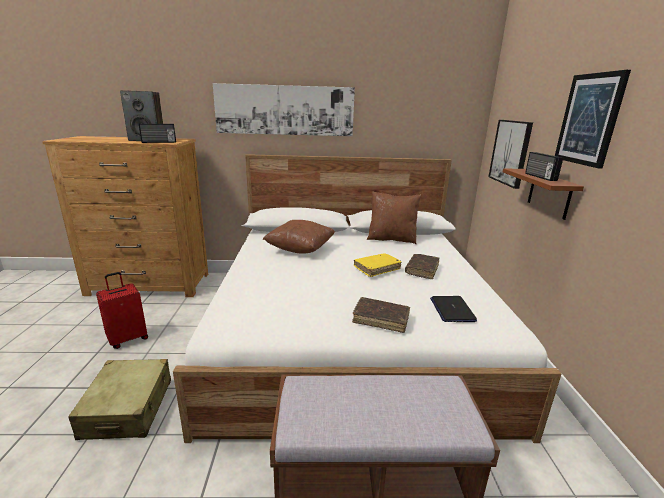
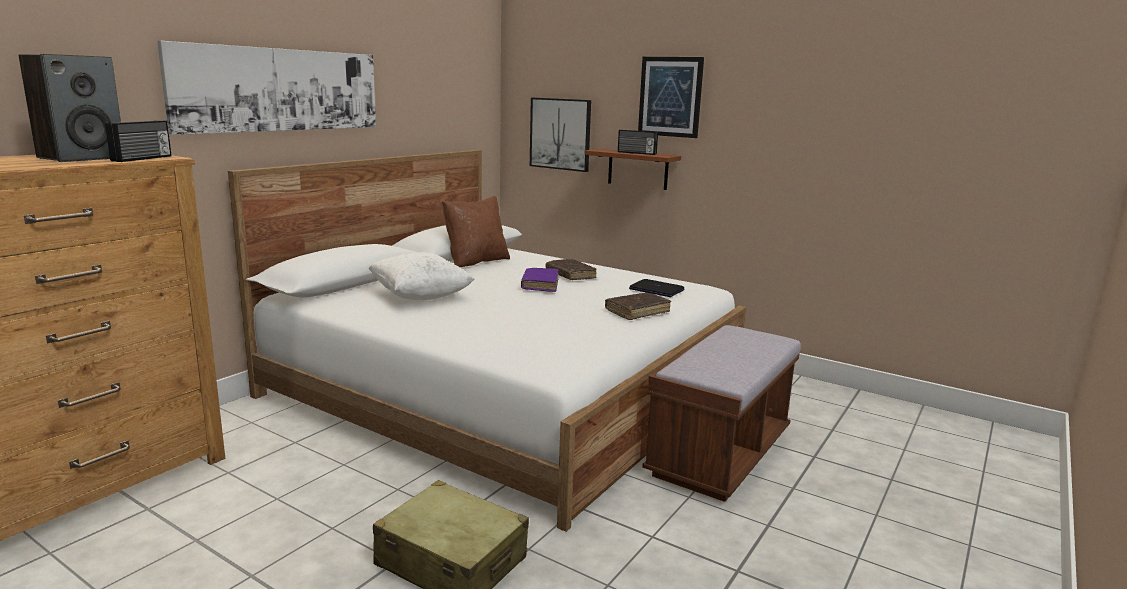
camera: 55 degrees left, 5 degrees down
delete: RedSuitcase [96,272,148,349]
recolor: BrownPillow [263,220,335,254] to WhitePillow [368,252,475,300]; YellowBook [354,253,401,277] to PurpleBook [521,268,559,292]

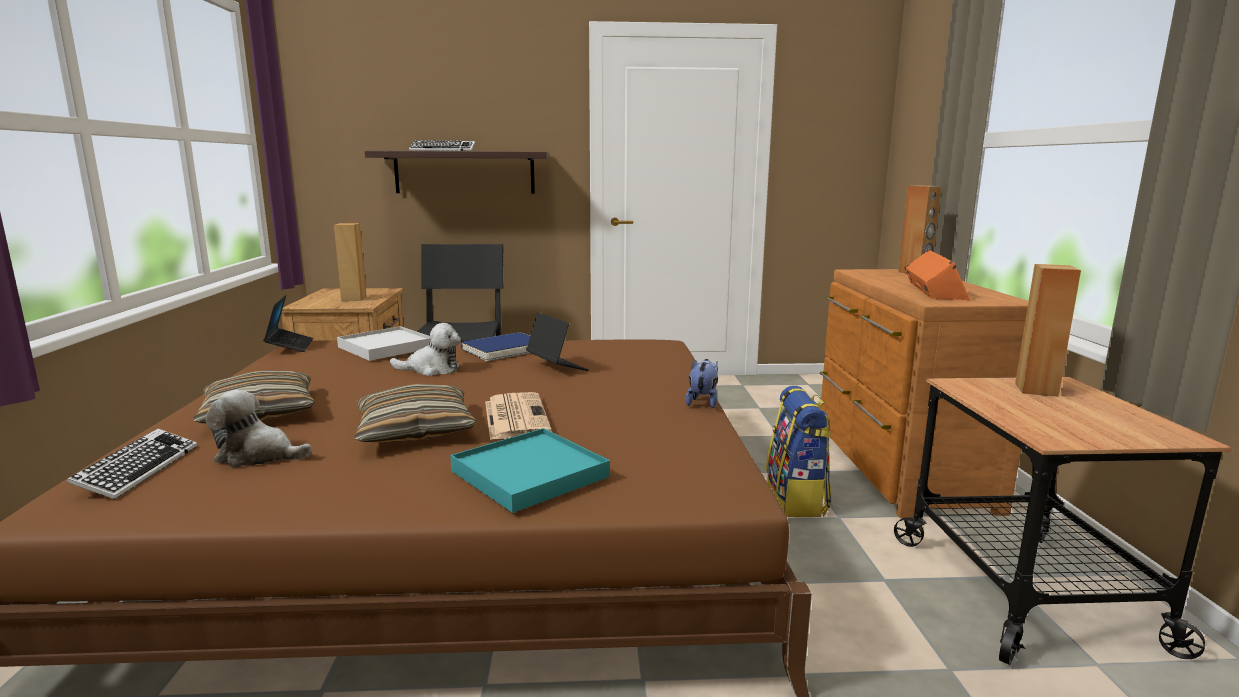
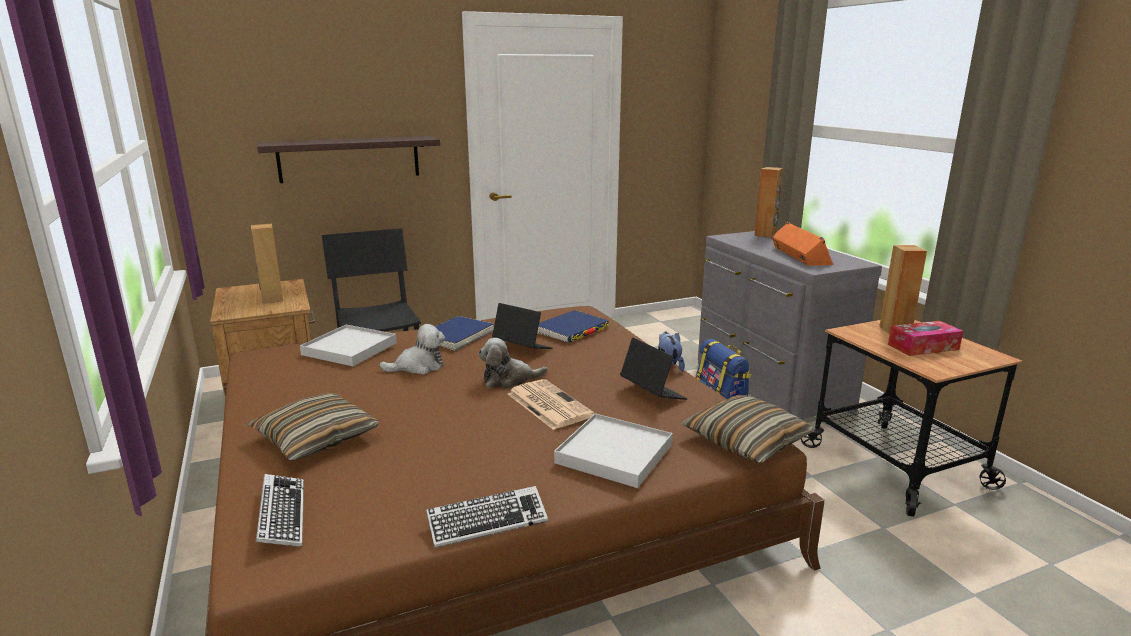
camera: 20 degrees left, 5 degrees up
insert: BlueBook [537,310,609,343]; TissueBox [888,321,963,356]
move: PlushToy [205,390,312,468] to [478,338,548,388]; Laptop [263,295,313,352] to [620,338,687,400]; Pillow [355,384,477,443] to [681,395,815,463]; Keyboard [409,140,475,151] to [426,486,548,548]
recolor: TurquoiseTray [450,428,610,513] to WhiteTray [554,413,673,488]; BrownDresser [820,269,1028,518] to GreyDresser [698,231,882,420]

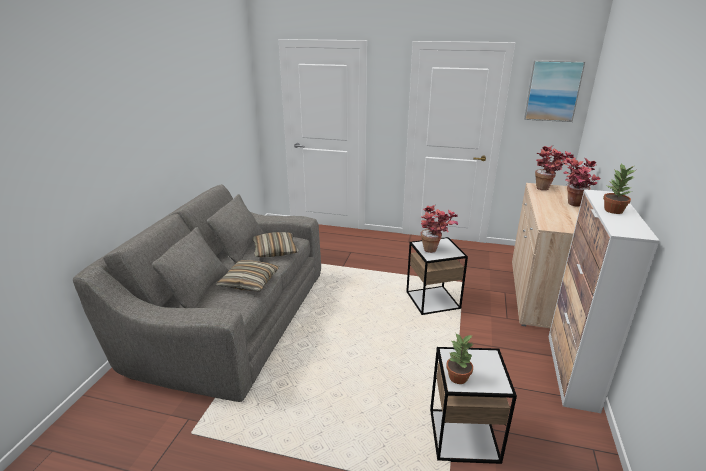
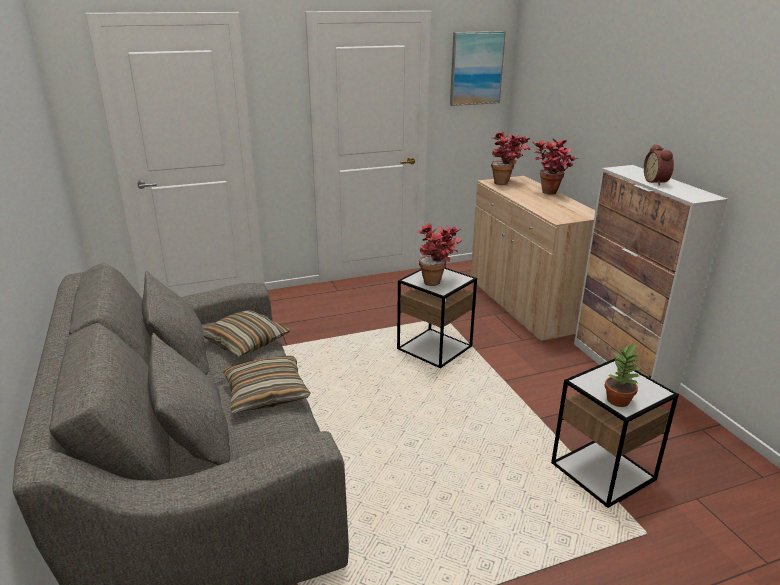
camera: 35 degrees left, 0 degrees up
replace: PottedPlant [603,163,636,214] to AlarmClock [644,144,674,186]

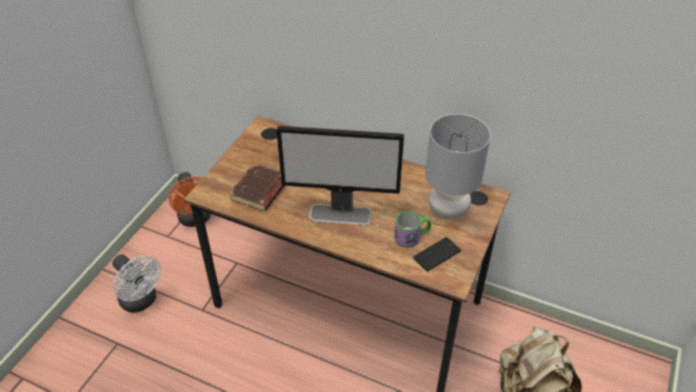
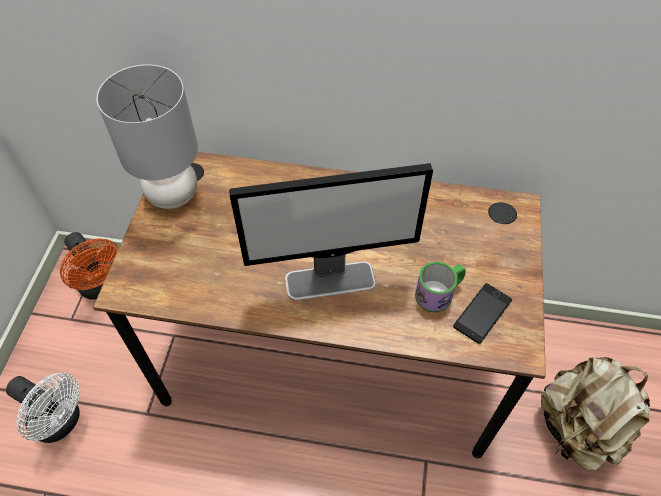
camera: 15 degrees left, 10 degrees up
delete: BrownBook [229,164,284,211]
move: GreyTableLamp [425,114,491,220] to [96,64,198,209]

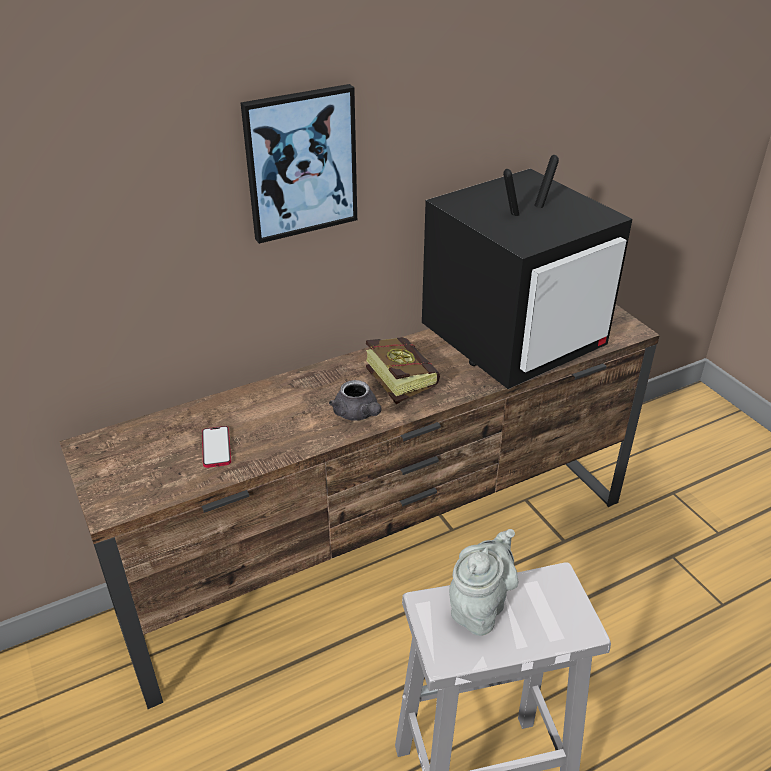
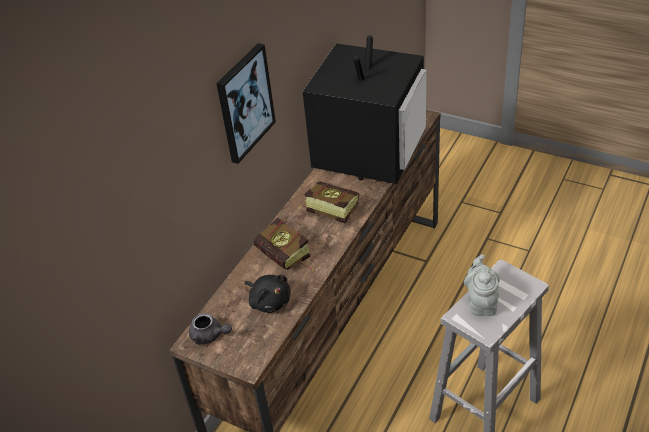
camera: 30 degrees left, 5 degrees up
insert: Book [254,218,314,271]
move: GreyTeapot [329,380,381,421] to [189,313,232,345]
replace: Phone [202,426,231,468] to BlackPlushToy [245,275,291,313]

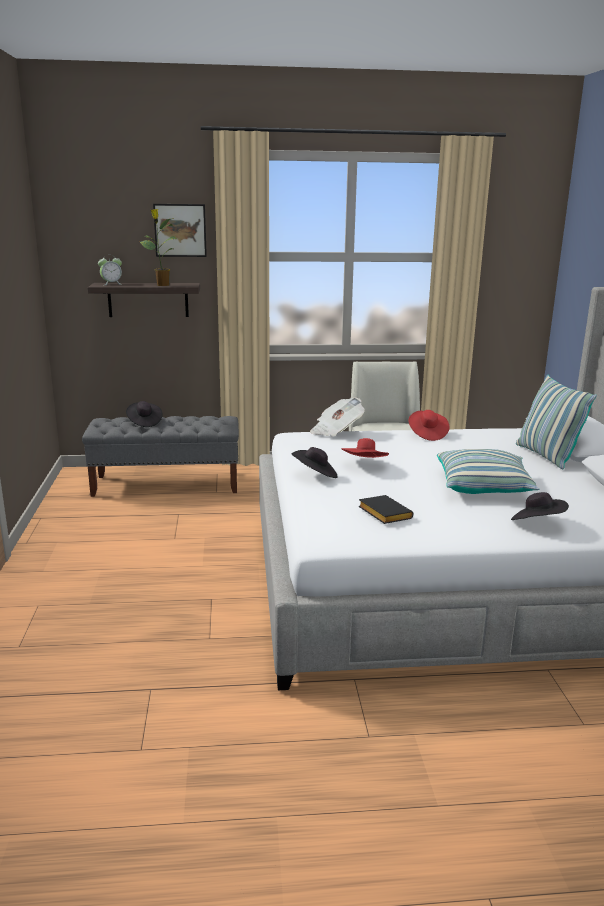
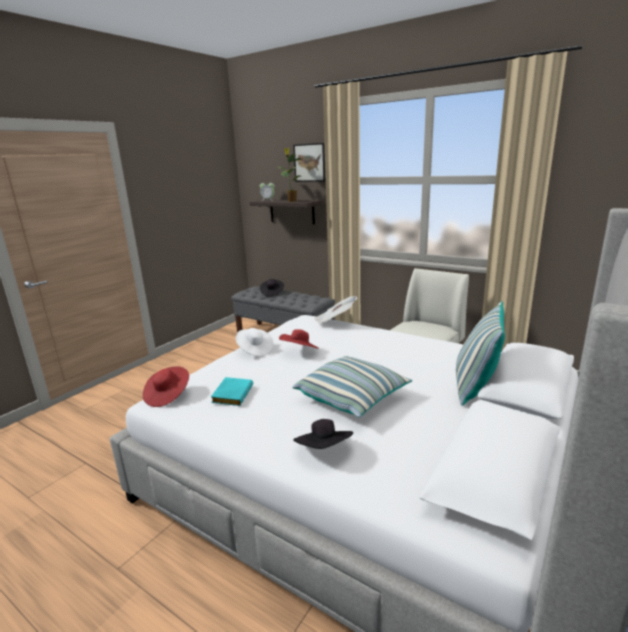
camera: 40 degrees right, 0 degrees up
move: RedHat [408,410,450,441] to [143,366,189,407]
recolor: BlackHat [292,447,338,478] to WhiteHat [236,328,273,357]; BlackBook [358,495,413,524] to TurquoiseBook [211,377,253,406]

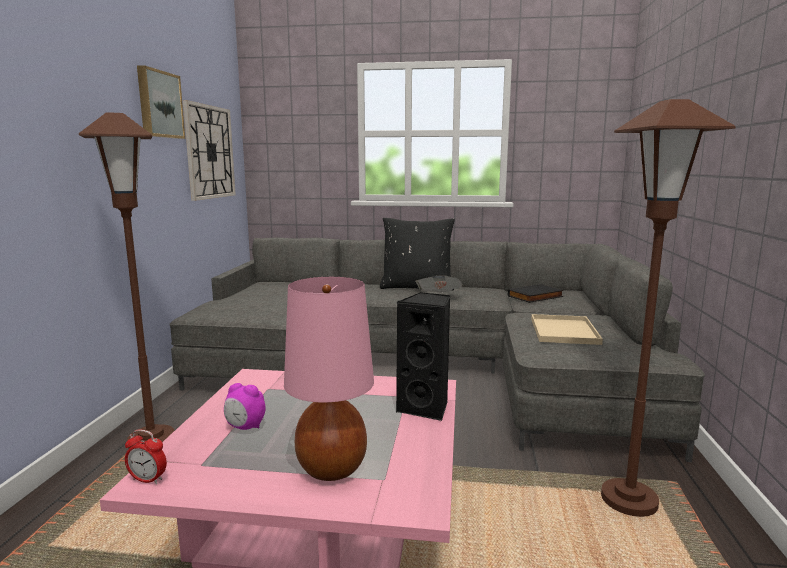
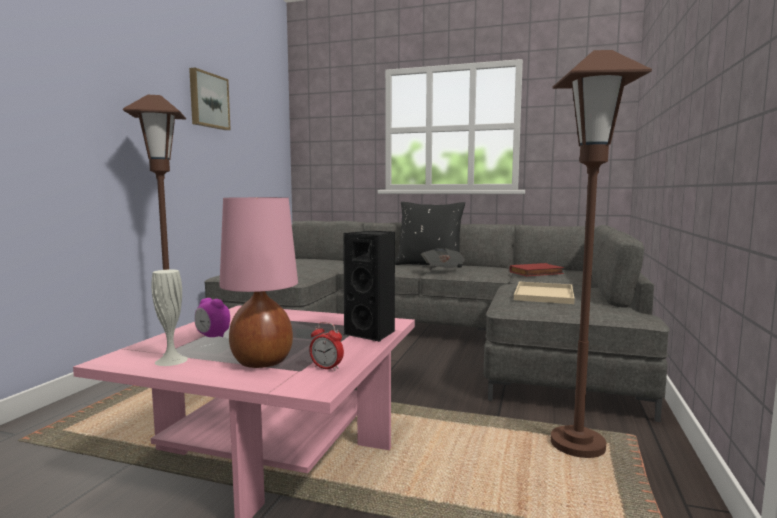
camera: 10 degrees right, 5 degrees down
delete: WallClock [183,100,236,201]
insert: WhiteVase [152,270,188,366]
move: AlarmClock [125,429,167,484] to [309,322,344,371]
recolor: BlackBook [508,284,564,303] to RedBook [510,263,564,276]

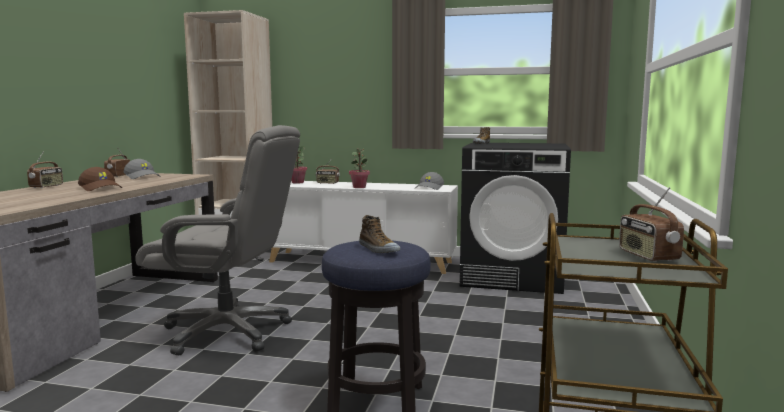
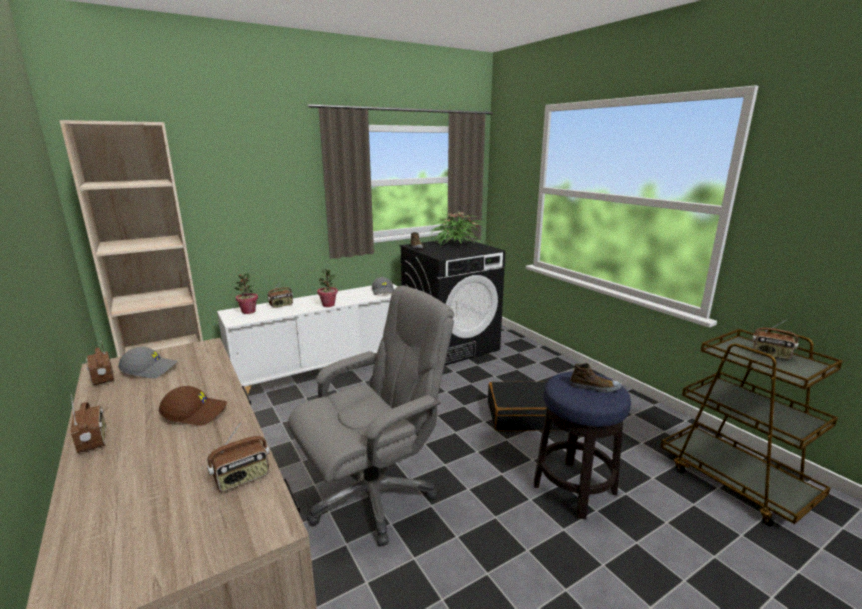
camera: 45 degrees left, 10 degrees up
insert: Radio [207,421,269,492]; PottedPlant [430,211,484,246]; BlackSuitcase [488,381,562,431]

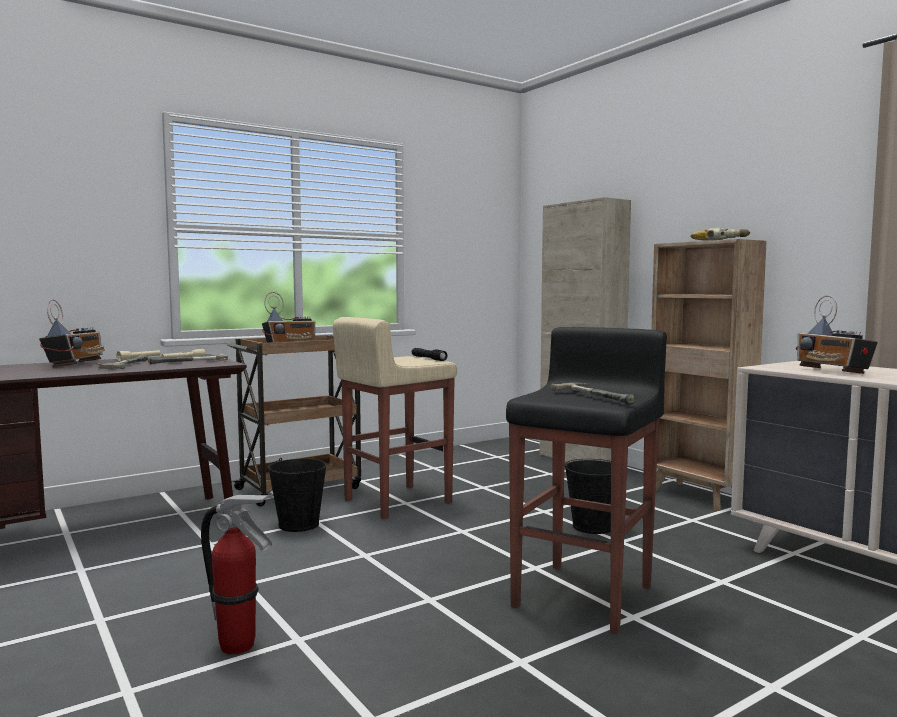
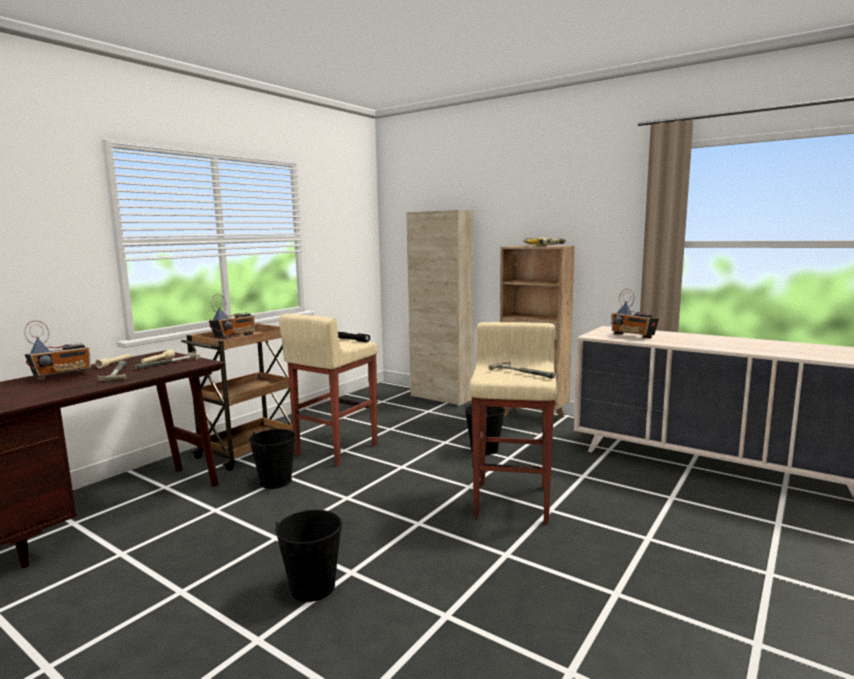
camera: 20 degrees left, 5 degrees up
replace: FireExtinguisher [201,494,273,655] to BlackBucket [275,510,342,602]
recolor: BlackStool [506,327,667,634] to BeigeStool [470,322,557,524]
rotate: Radio [39,300,105,367] = [24,320,91,380] 60 degrees clockwise

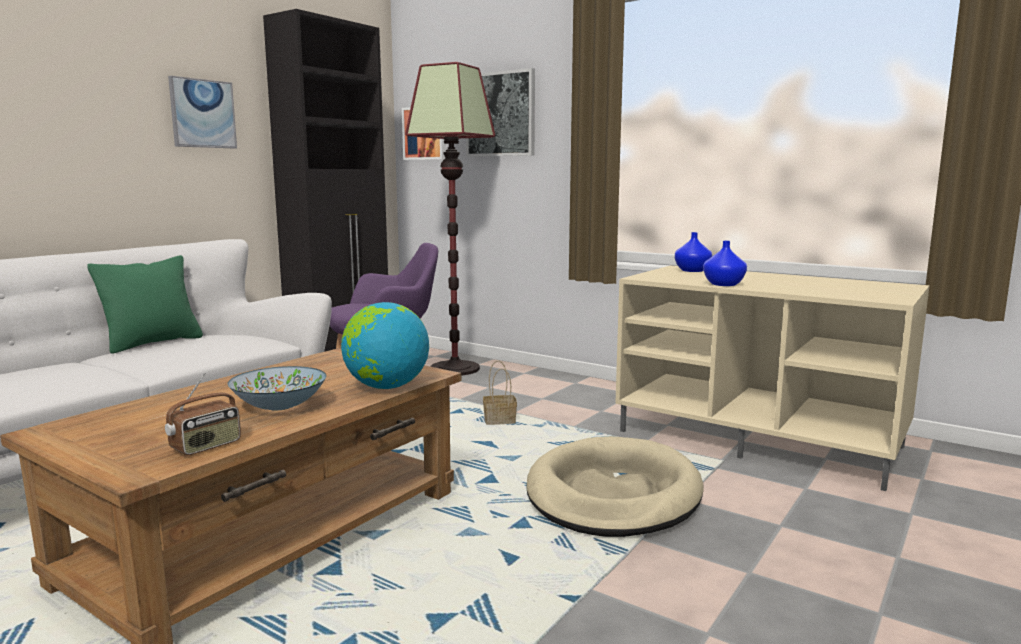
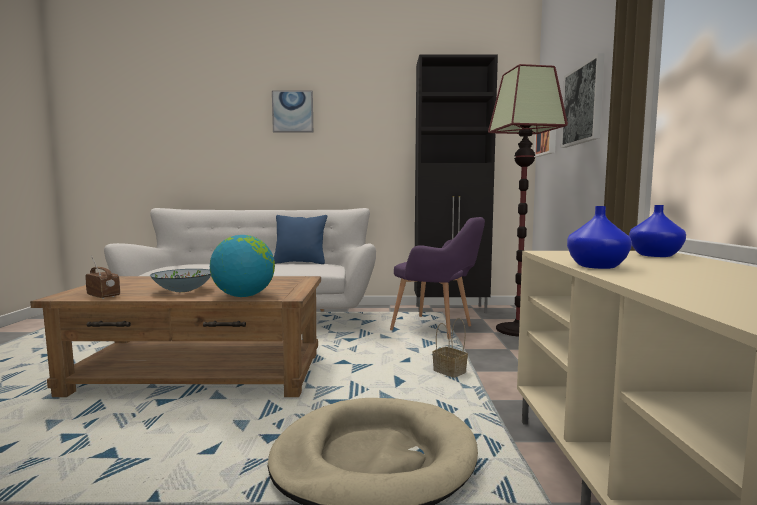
camera: 55 degrees right, 5 degrees down
move: Picture [168,76,237,149] to [272,91,313,133]
recolor: GreenPillow [87,255,203,354] to BluePillow [274,215,327,264]
rotate: Radio [165,373,241,455] = [85,256,120,299] 150 degrees counterclockwise

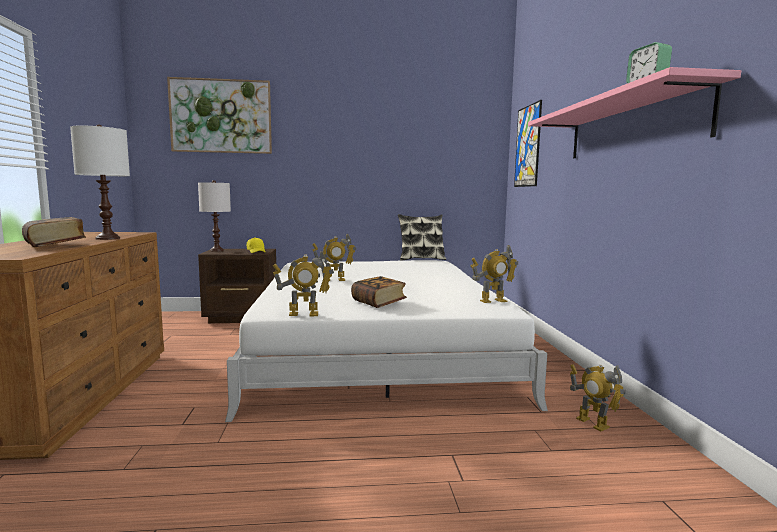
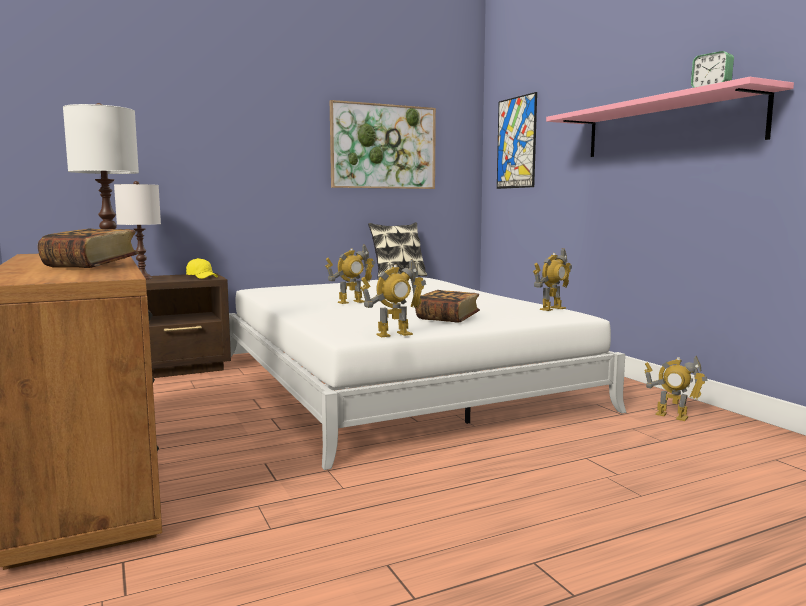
camera: 20 degrees left, 0 degrees up
move: Picture [167,77,272,154] to [330,100,436,189]

